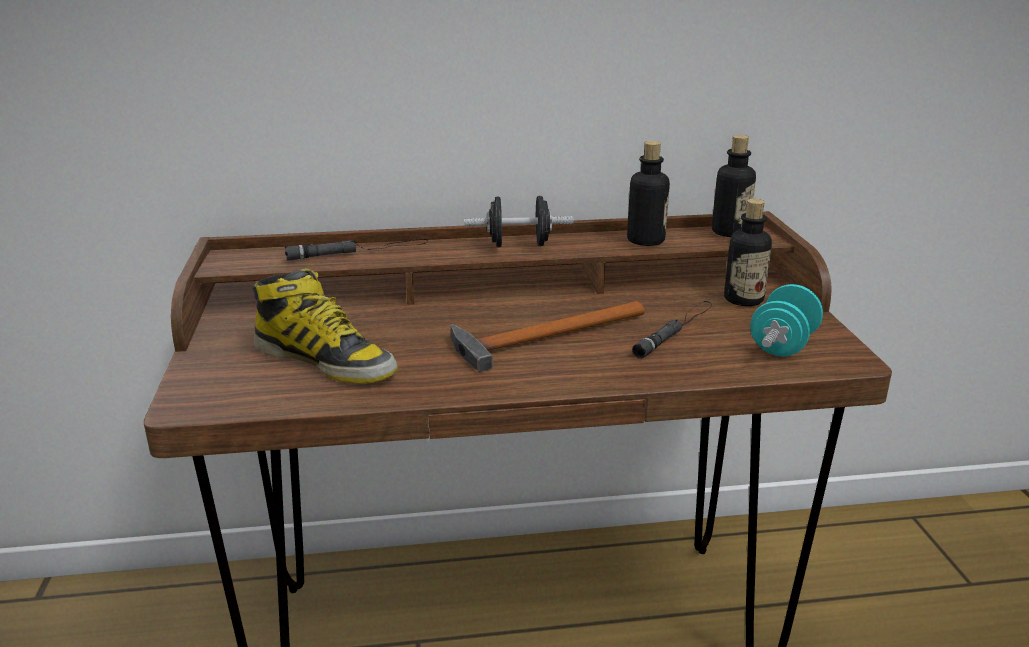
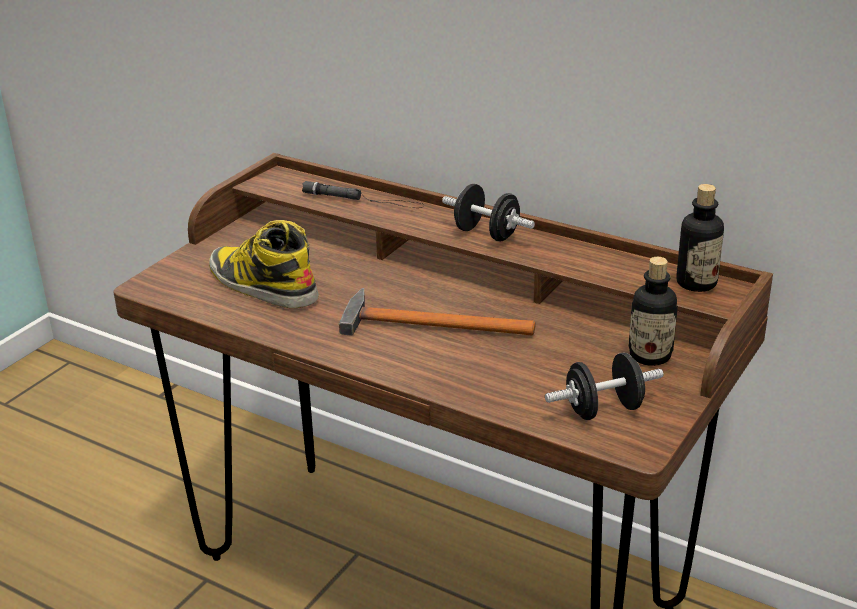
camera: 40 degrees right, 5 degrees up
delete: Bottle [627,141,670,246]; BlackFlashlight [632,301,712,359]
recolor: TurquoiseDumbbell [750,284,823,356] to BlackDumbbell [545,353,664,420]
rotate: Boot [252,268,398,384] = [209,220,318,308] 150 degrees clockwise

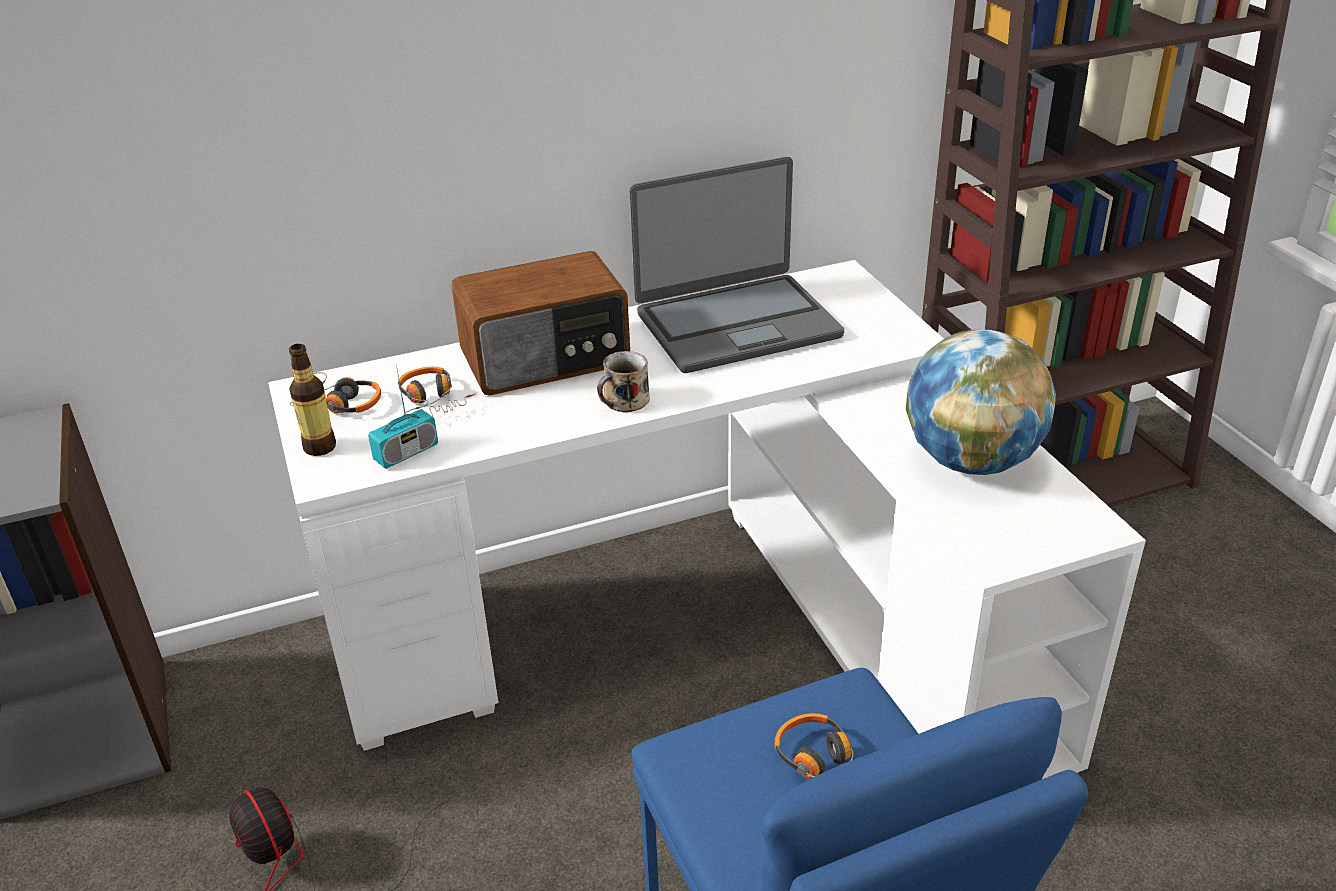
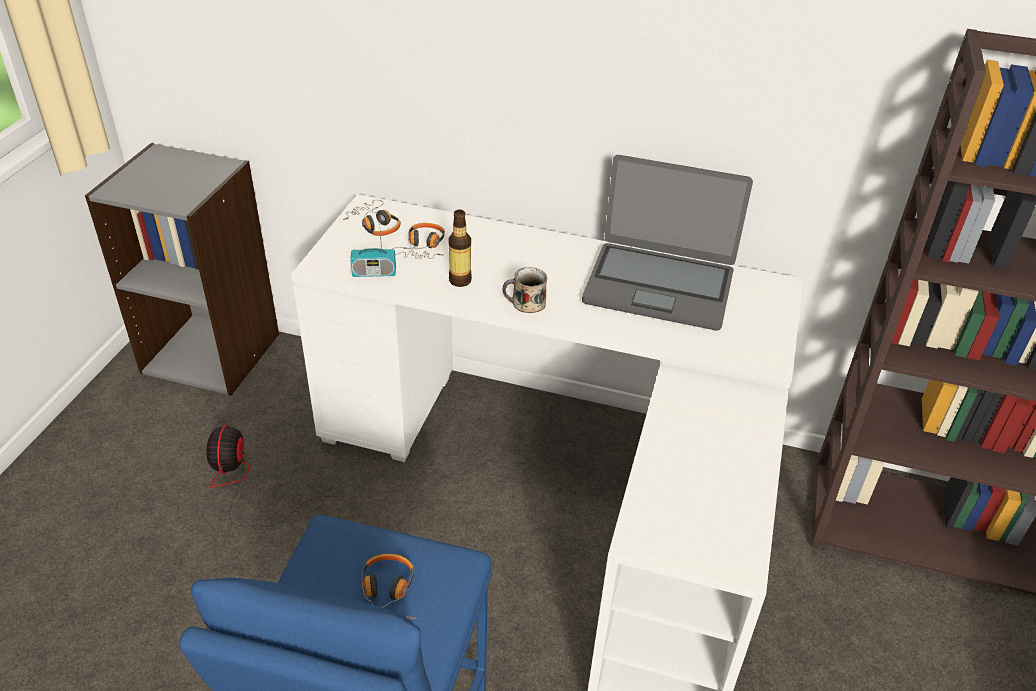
camera: 35 degrees right, 5 degrees up
delete: Radio [451,251,630,395]; Globe [906,330,1056,475]
move: Bottle [289,344,336,456] to [448,209,472,287]

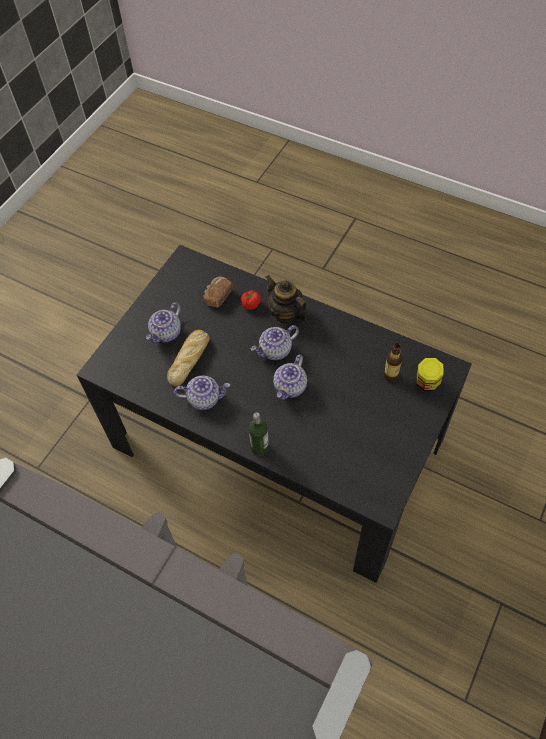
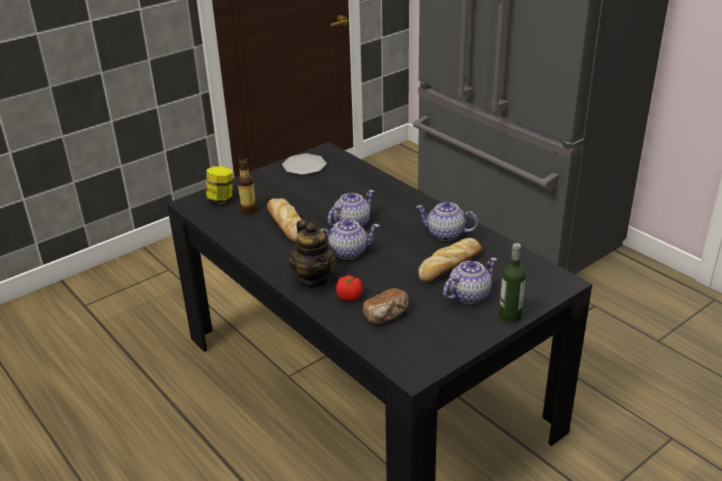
camera: 160 degrees left, 25 degrees down
insert: Bread [267,198,302,242]; Plate [282,154,327,175]
move: Bottle [248,412,269,456] to [499,243,526,323]

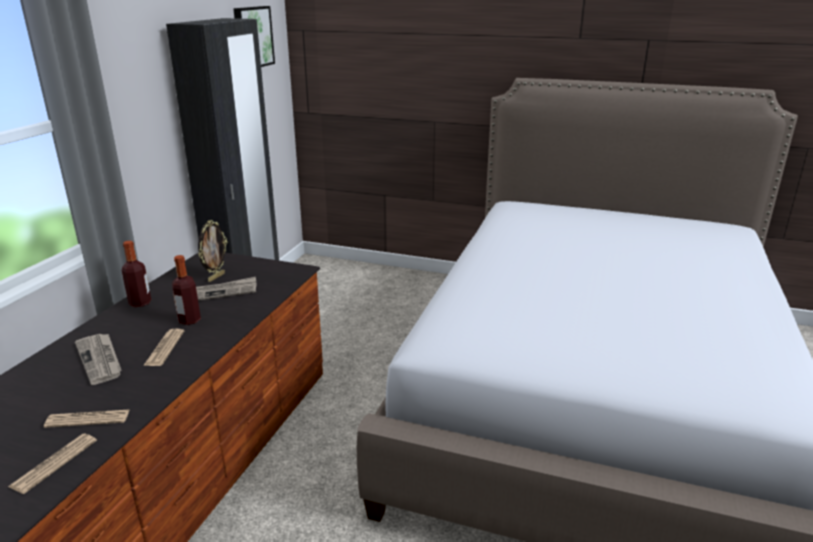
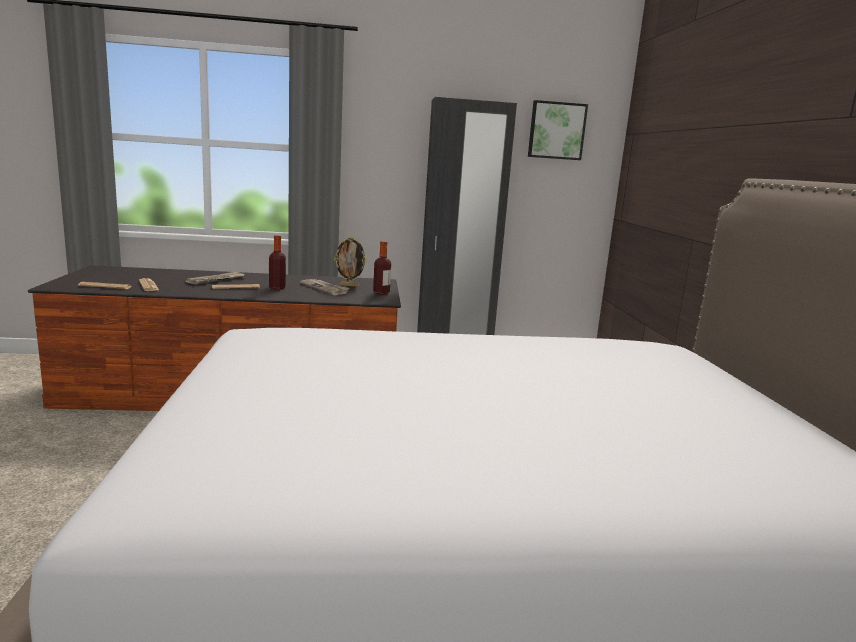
camera: 65 degrees right, 10 degrees down
move: Bottle [122,241,151,307] to [373,241,391,295]

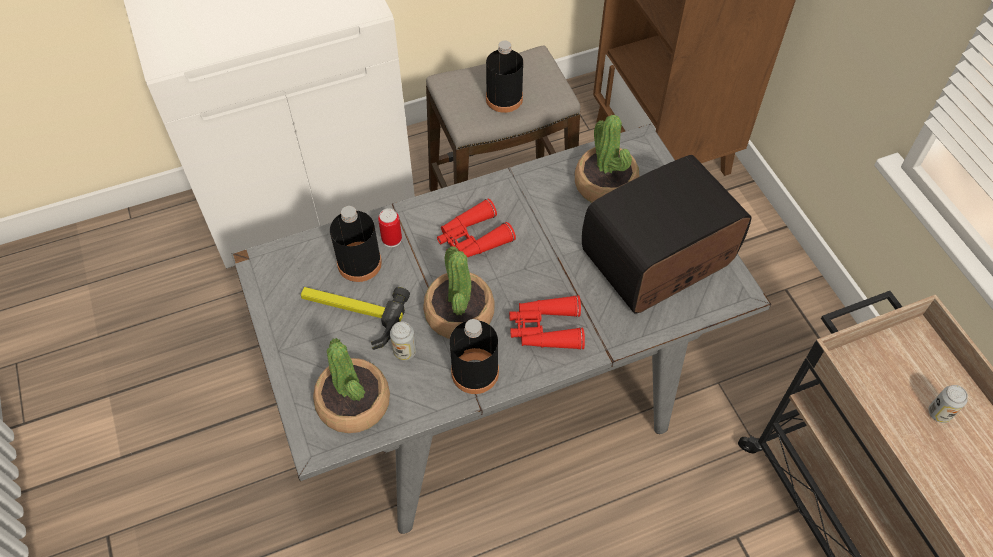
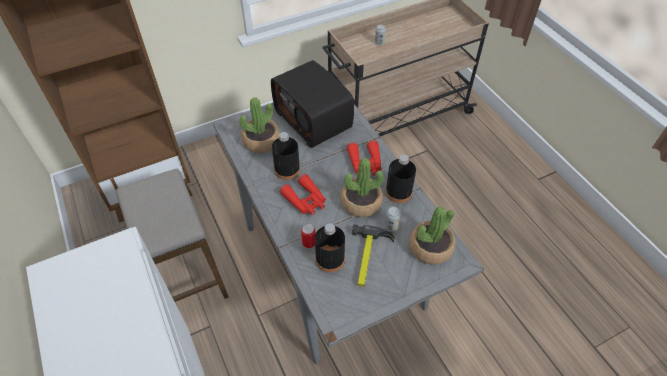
camera: 95 degrees left, 5 degrees down
move: BlackBottle [486,41,523,113] to [272,132,300,180]

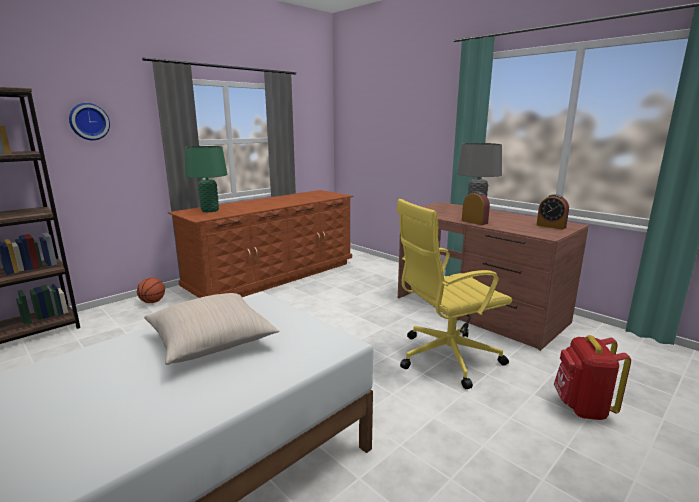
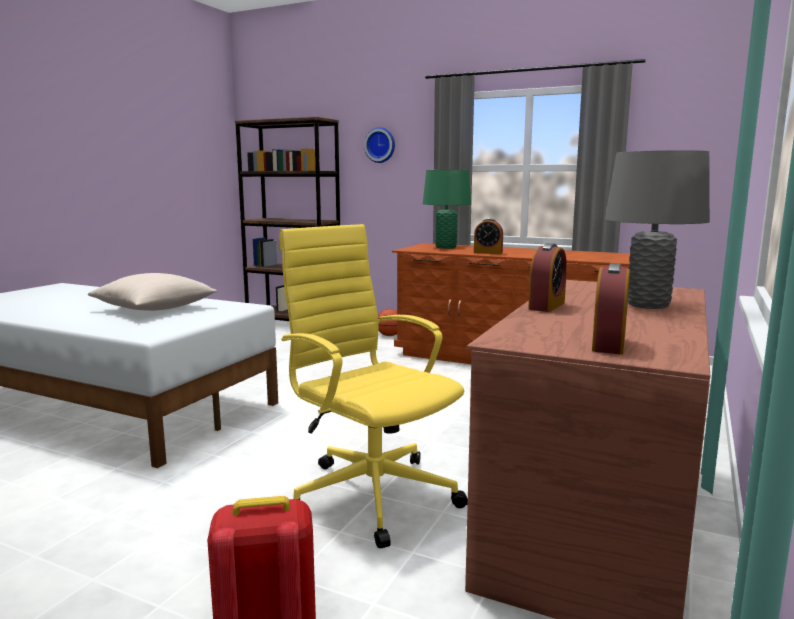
camera: 70 degrees right, 5 degrees down
insert: AlarmClock [474,218,503,254]

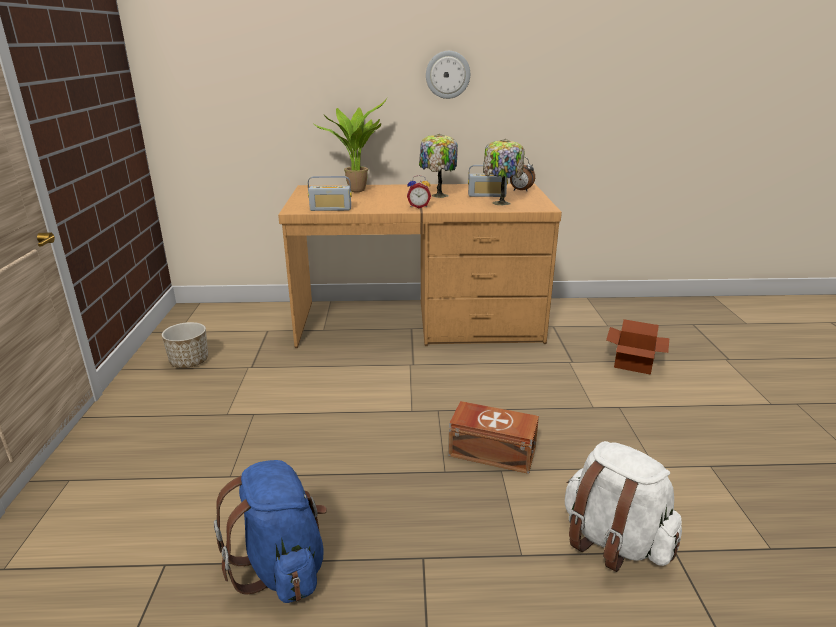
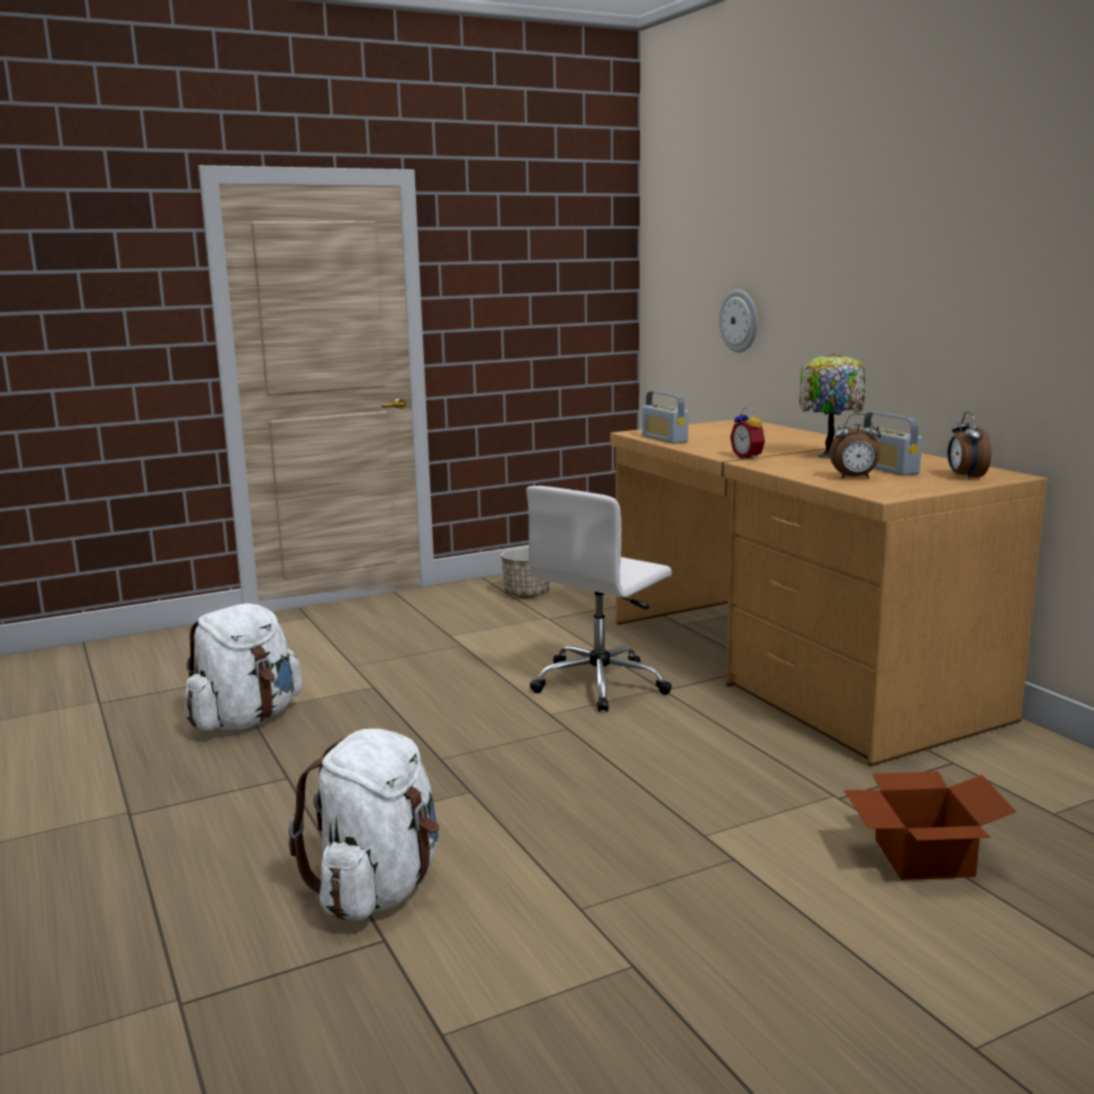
camera: 65 degrees right, 10 degrees down
delete: PottedPlant [314,98,387,192]; BrownStorageBox [448,401,539,474]
insert: WhiteOfficeChair [527,486,672,712]
move: WallClock [426,51,470,99] to [719,289,758,353]
replace: TableLamp [483,139,524,205] to AlarmClock [830,413,881,479]
recolor: BlueBackpack [214,460,327,603] to WhiteBackpack [184,603,302,731]

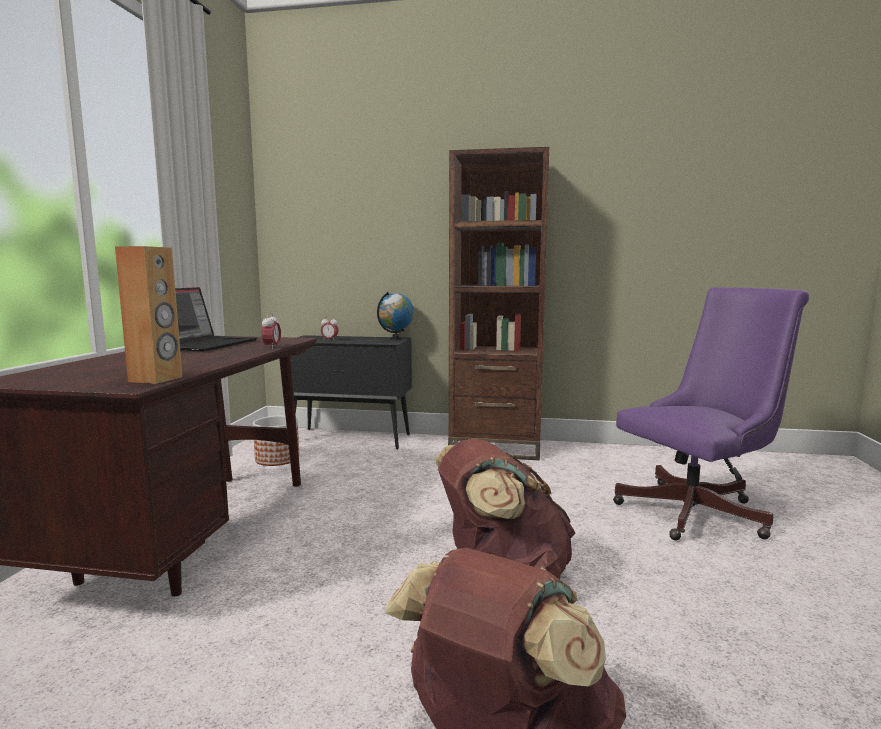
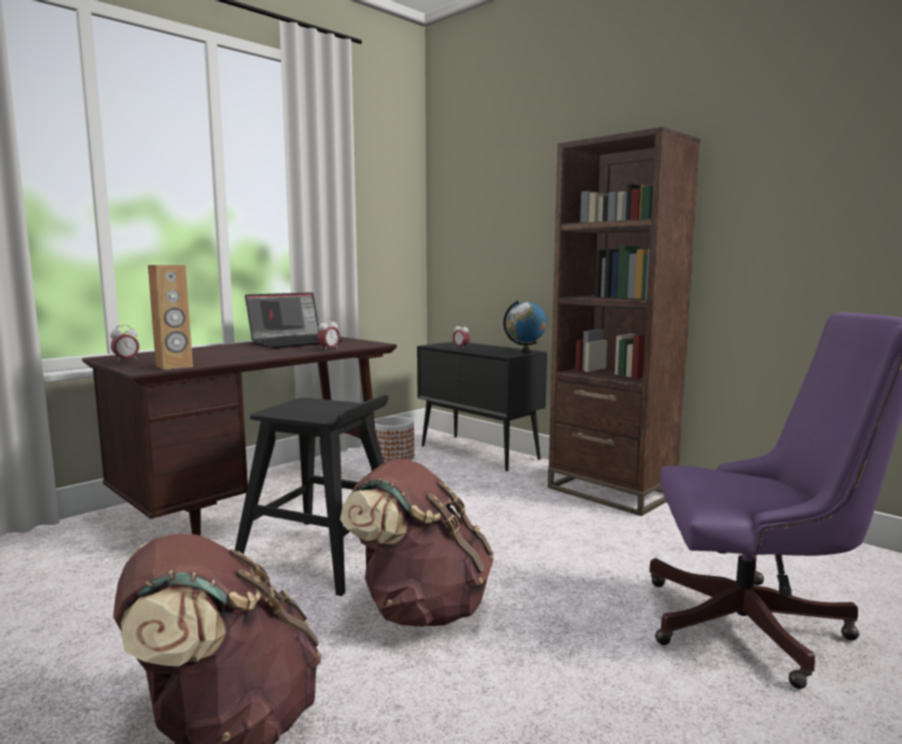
camera: 35 degrees right, 0 degrees up
insert: AlarmClock [110,325,139,362]; BlackStool [235,395,388,596]

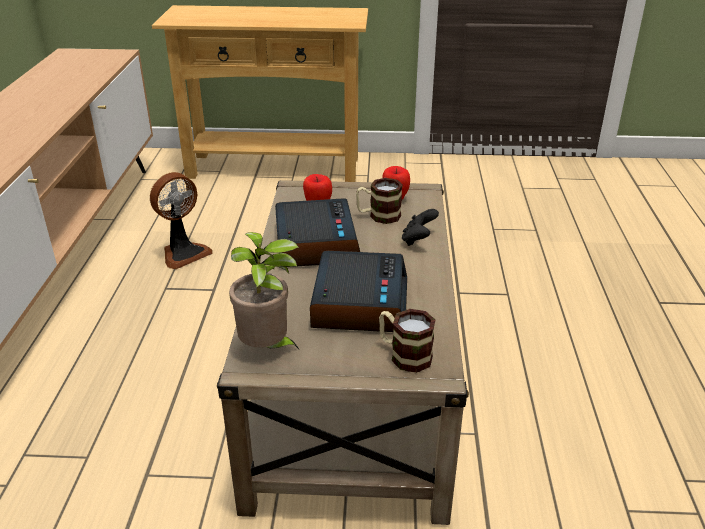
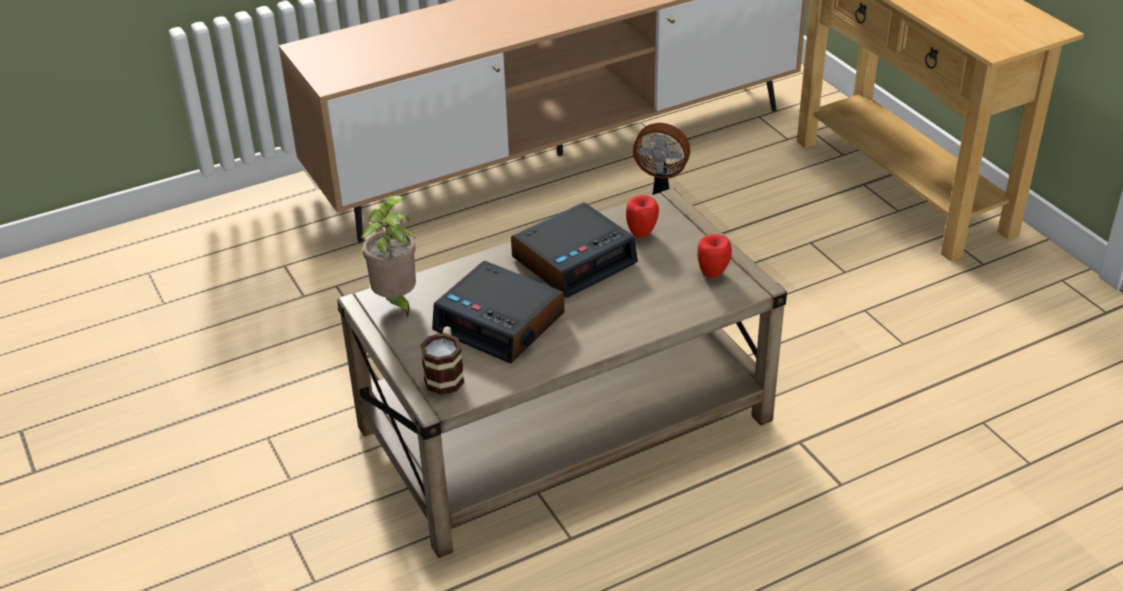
camera: 60 degrees right, 5 degrees up
delete: Mug [356,178,403,224]; BlackGameController [402,209,439,246]
rotate: AlarmClock [310,251,407,332] = [432,261,564,363] 60 degrees clockwise

